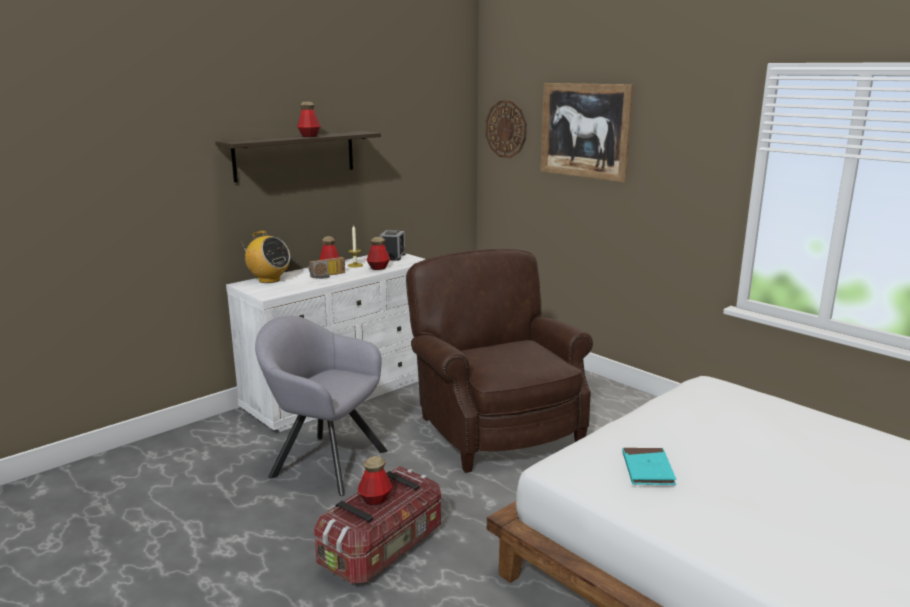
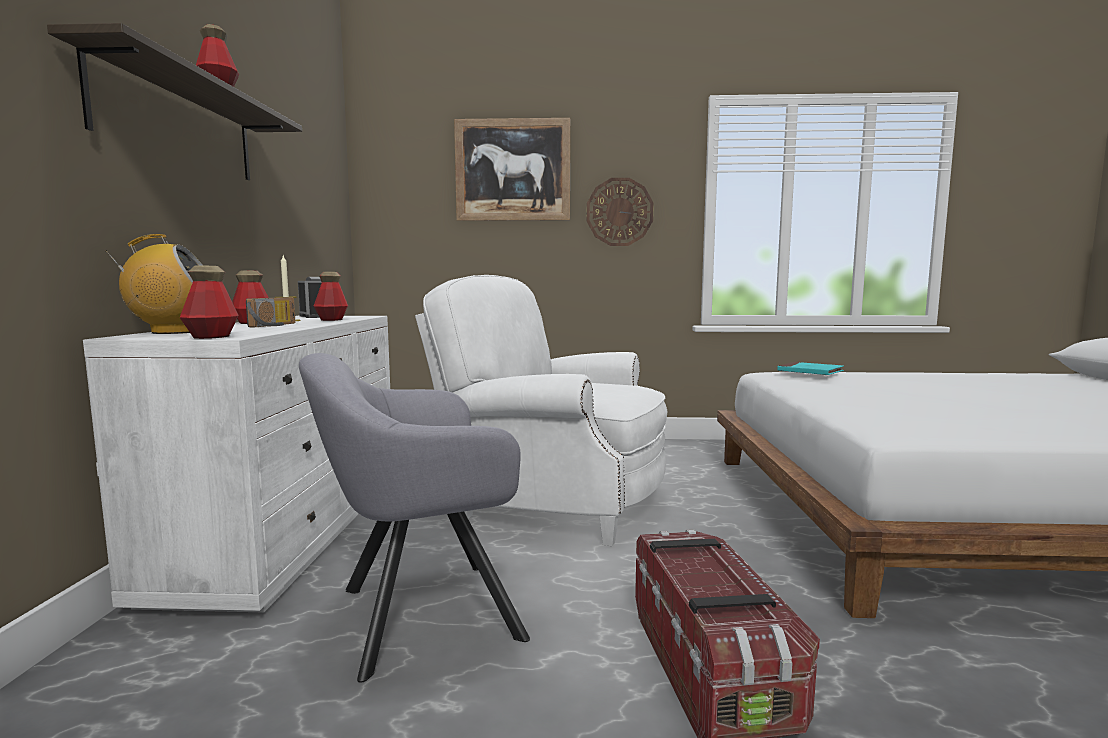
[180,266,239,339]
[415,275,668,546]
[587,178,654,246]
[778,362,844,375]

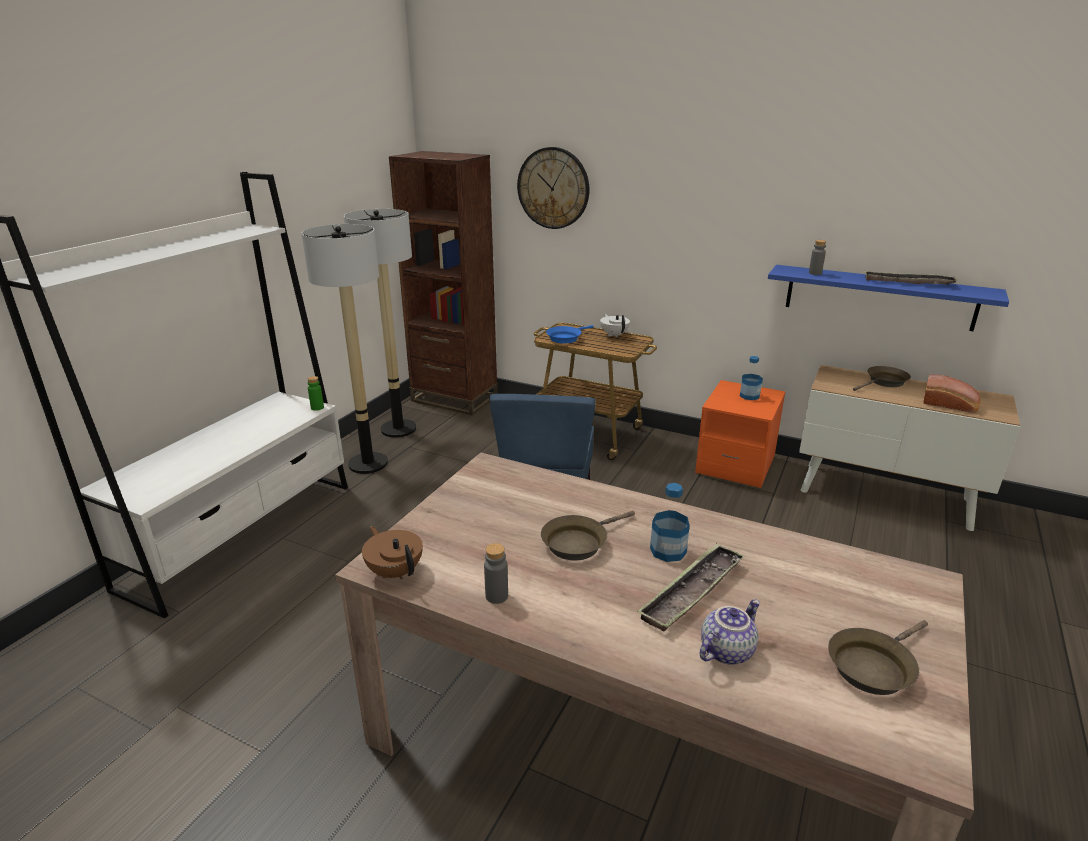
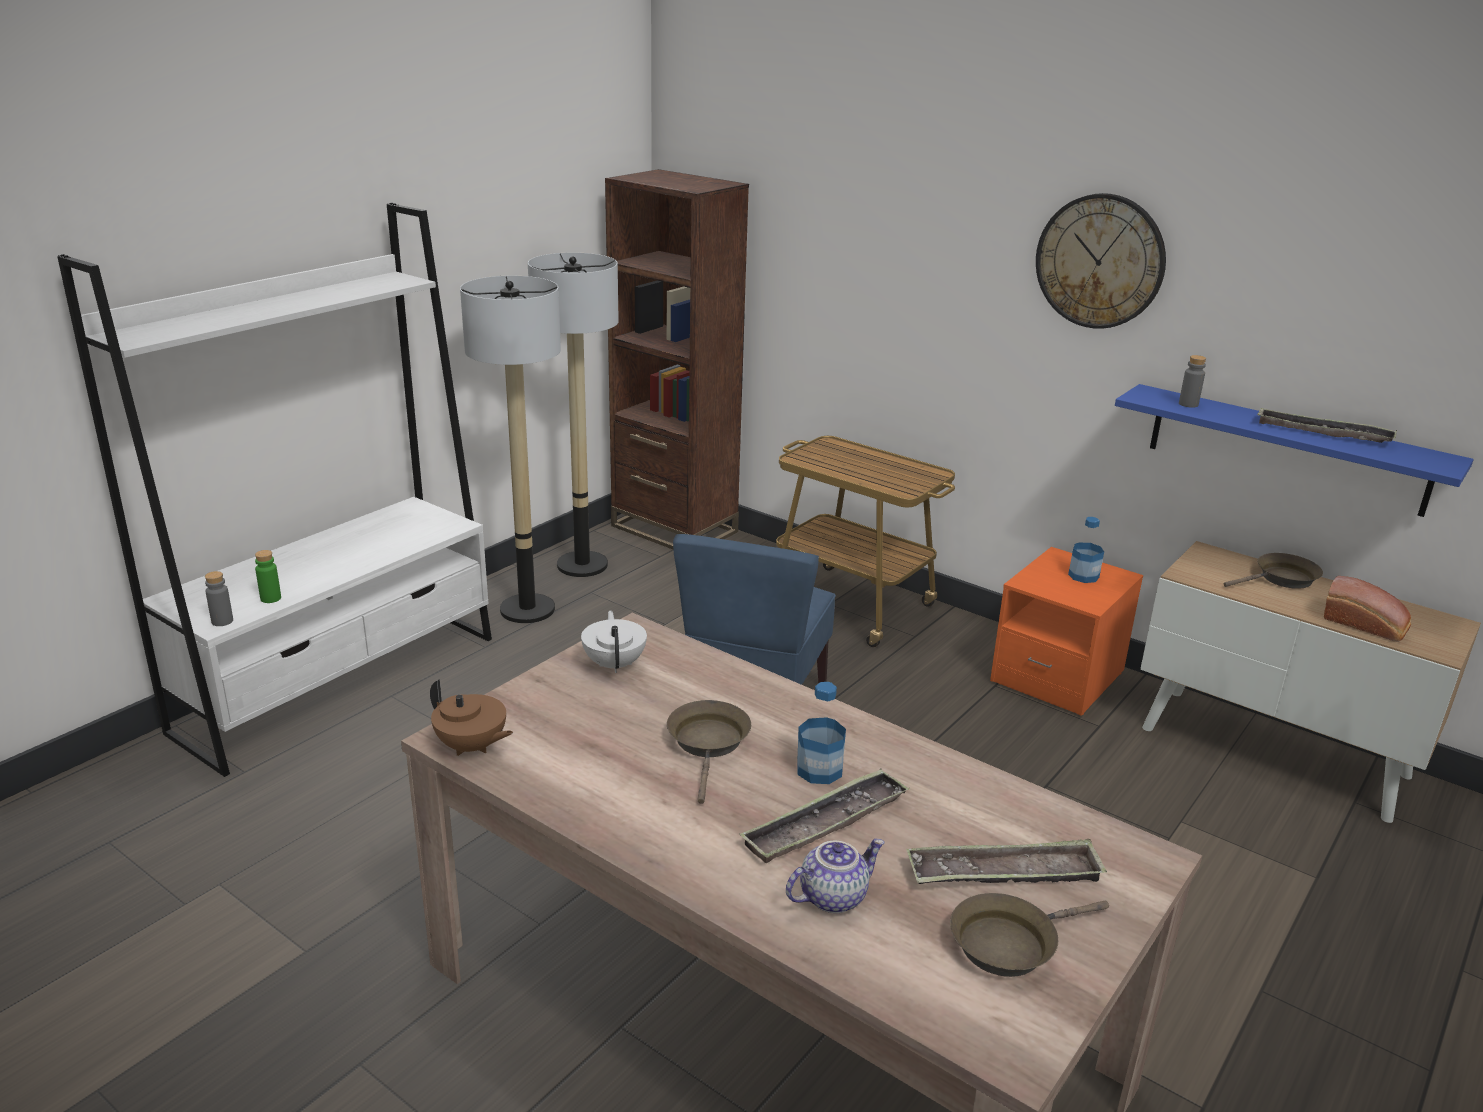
[205,571,233,626]
[255,550,281,603]
[430,679,513,756]
[581,611,647,673]
[667,700,751,804]
[906,839,1107,884]
[1036,193,1166,329]
[546,325,594,344] (first image)

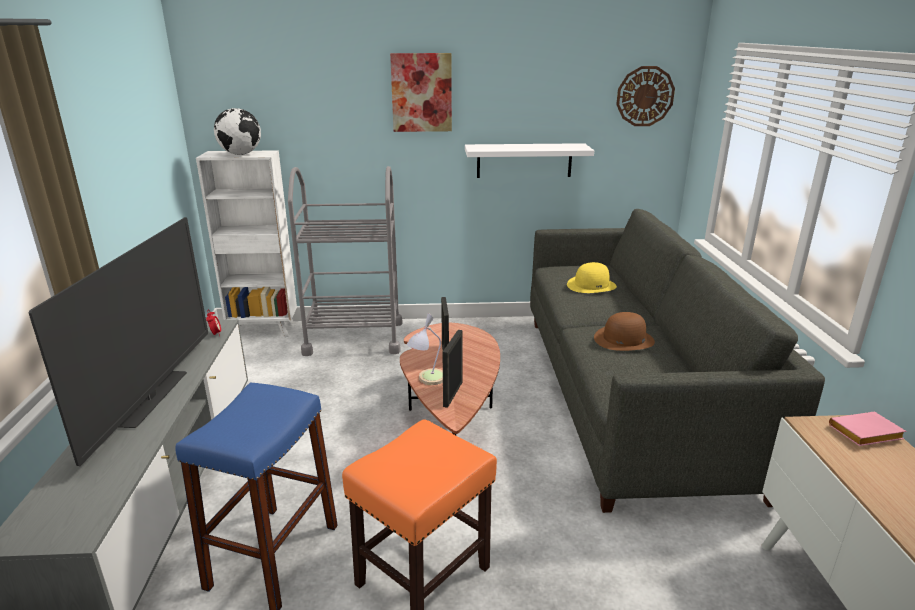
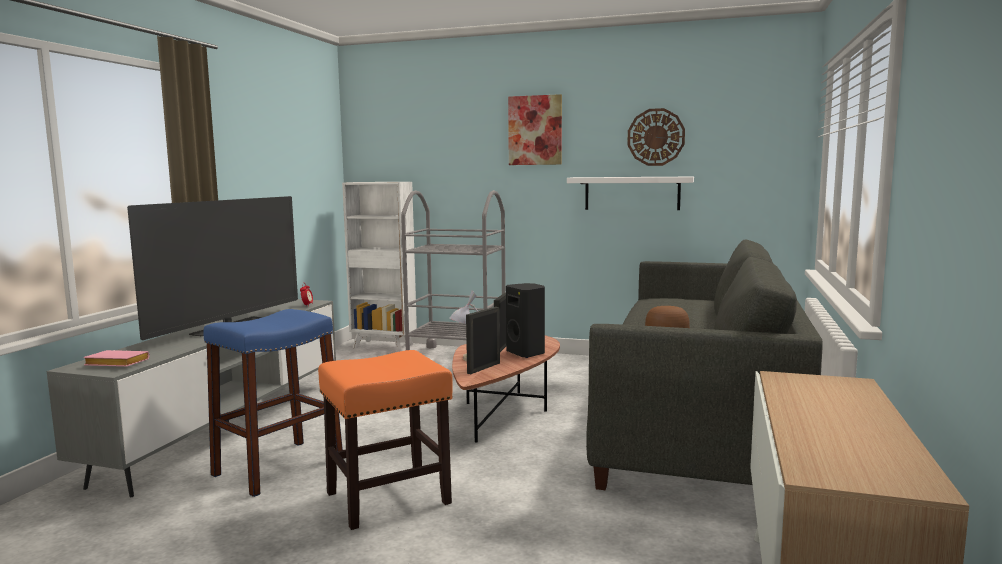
[83,350,149,367]
[506,283,545,358]
[627,108,685,166]
[214,108,261,155] (first image)
[567,262,617,293] (first image)

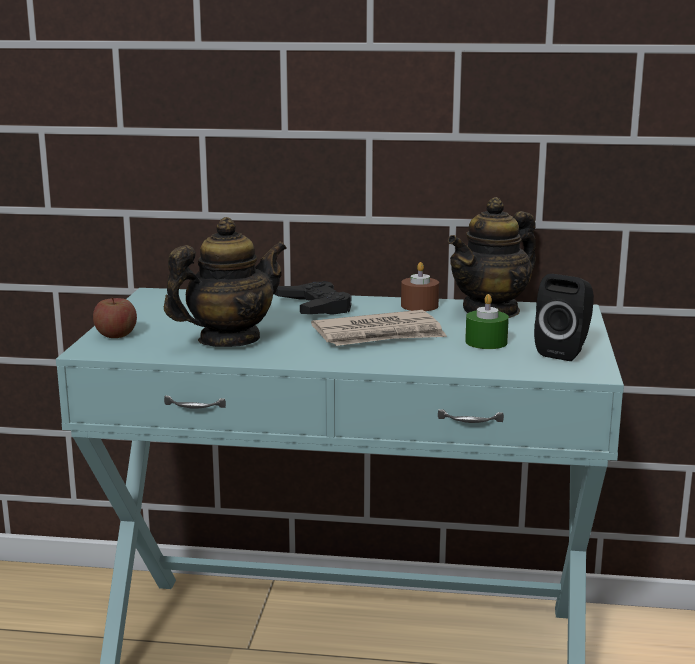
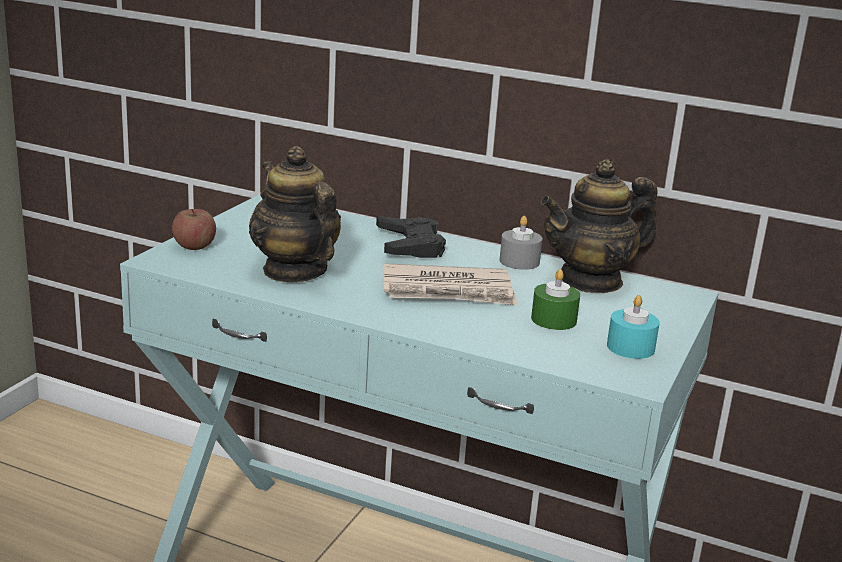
[249,146,341,282]
[499,216,542,270]
[607,295,660,359]

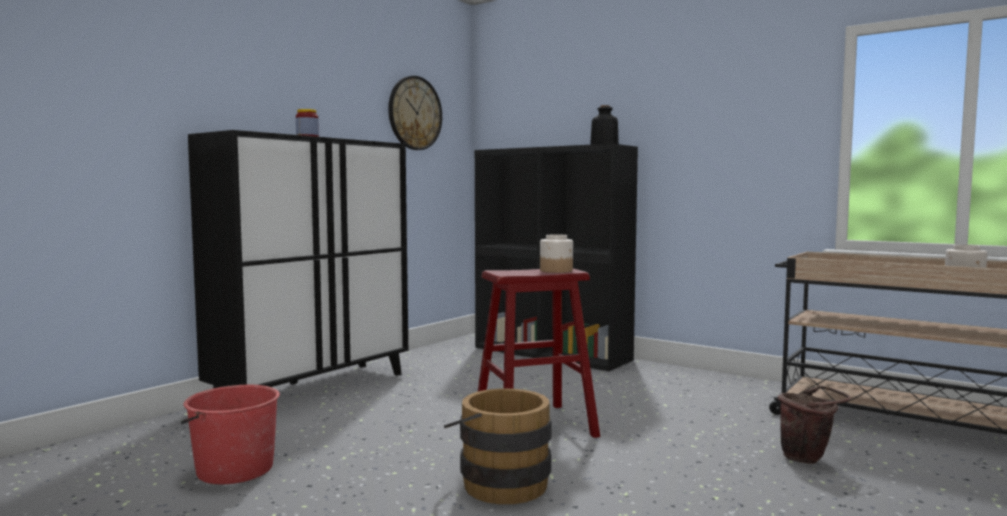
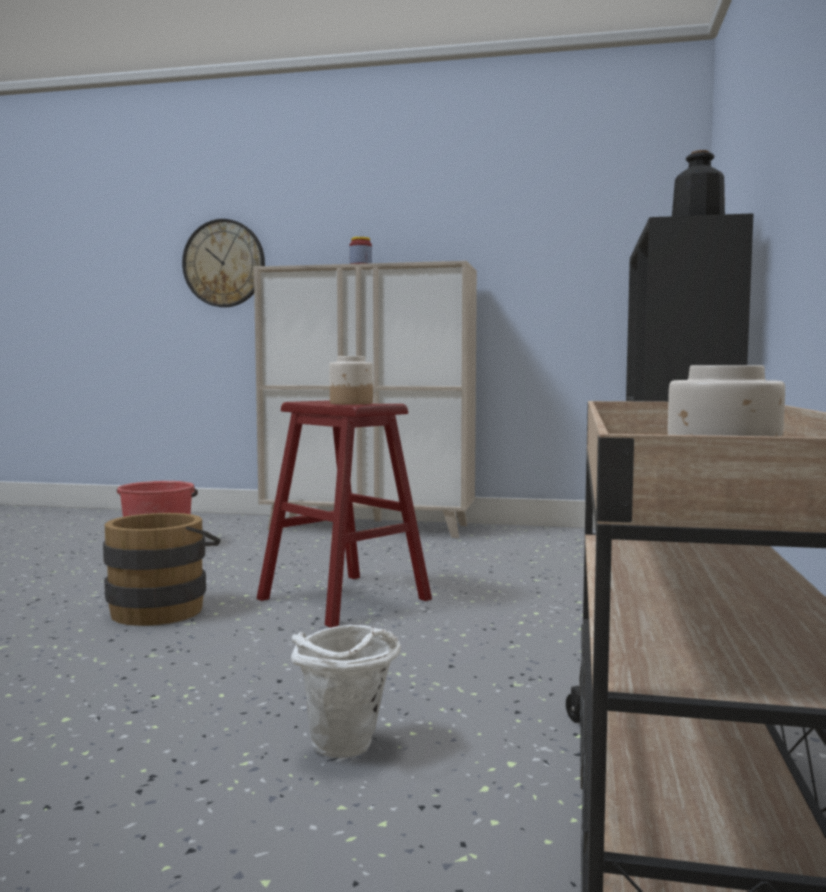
[182,219,265,307]
[254,261,477,538]
[291,625,401,758]

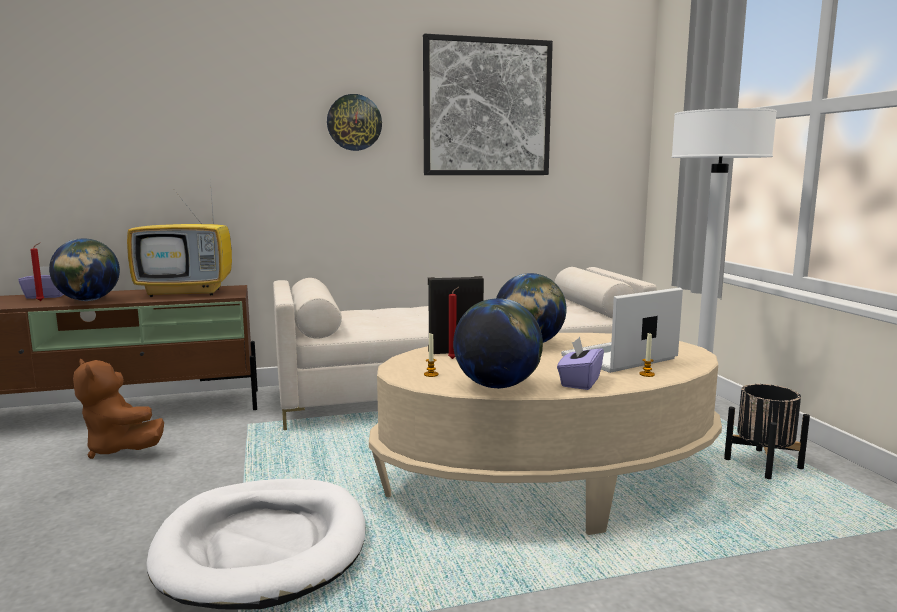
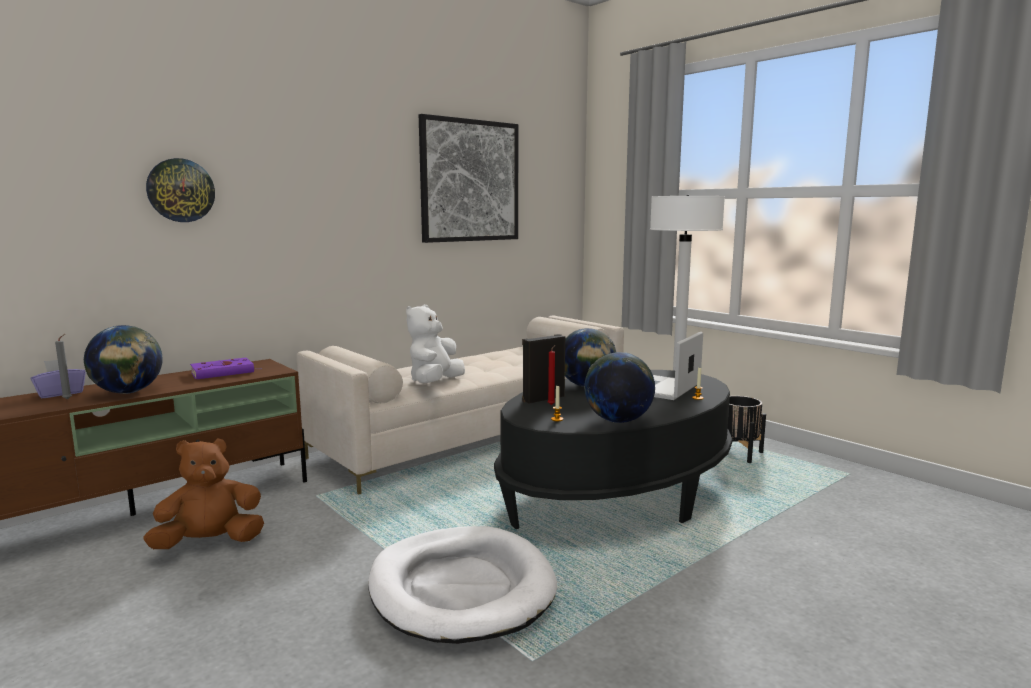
[55,334,72,400]
[143,438,264,549]
[146,158,215,222]
[190,358,262,380]
[406,304,465,383]
[494,370,732,529]
[557,337,604,390] (first image)

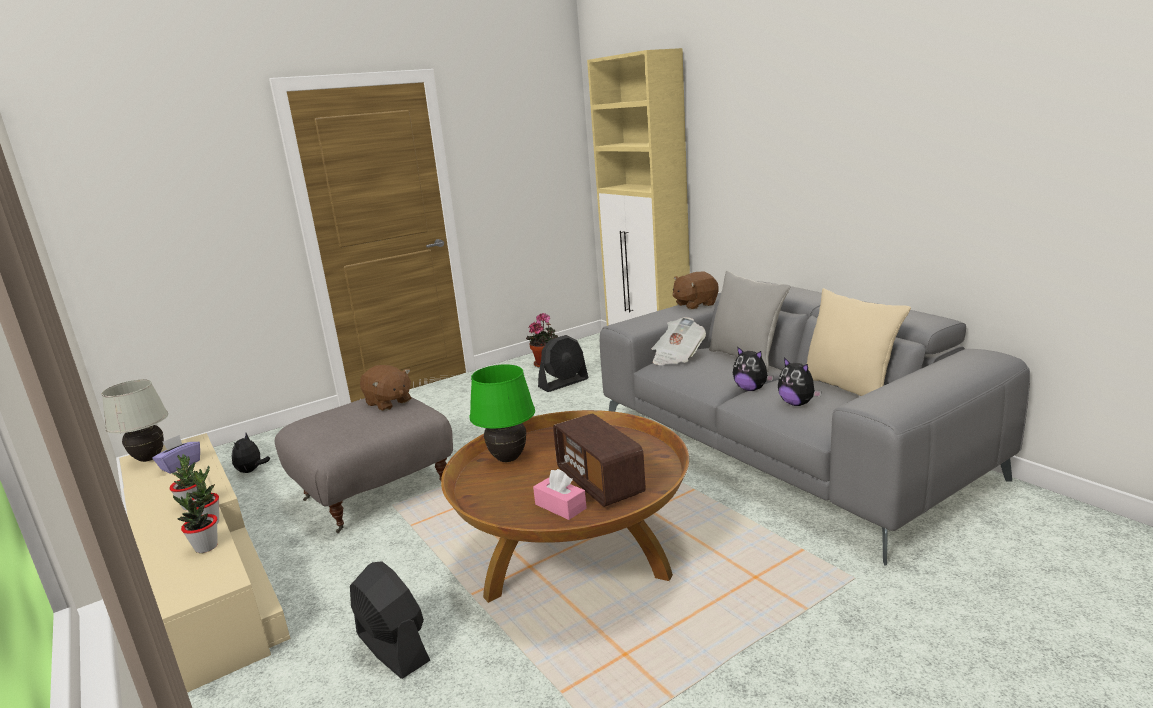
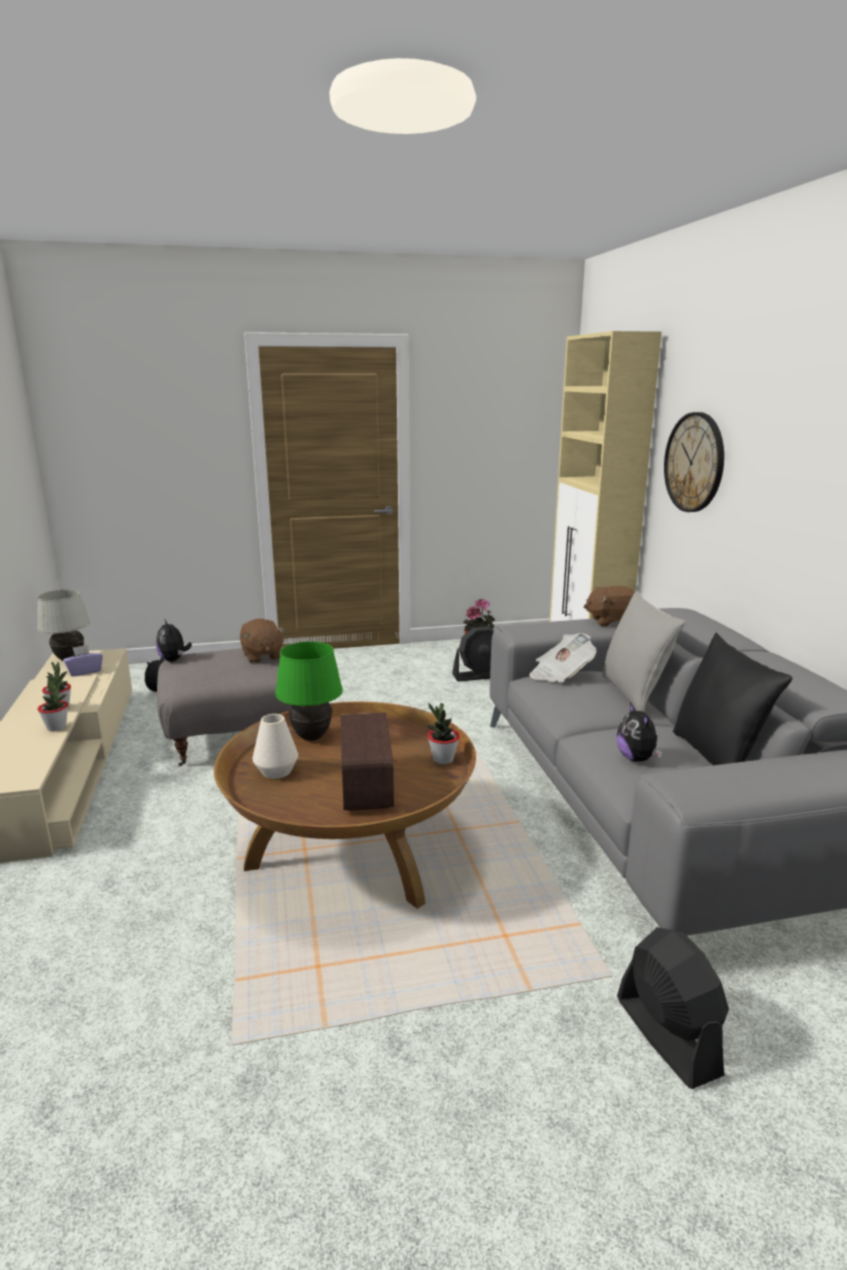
[156,620,192,662]
[253,714,298,779]
[427,703,460,764]
[617,927,729,1089]
[664,412,724,512]
[673,633,792,765]
[533,469,587,520] (first image)

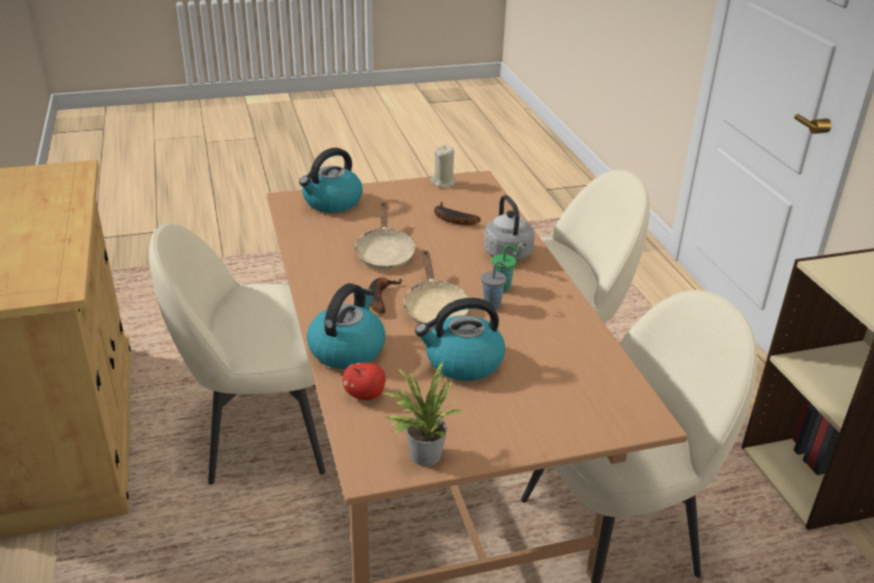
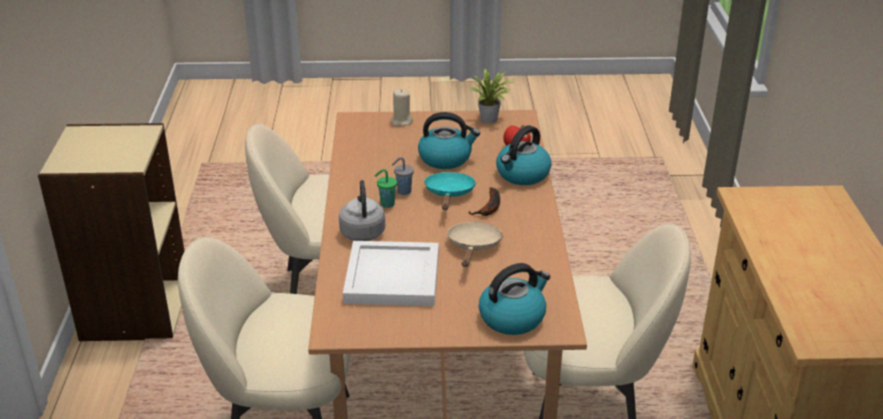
[343,241,439,306]
[391,89,413,126]
[424,172,476,210]

